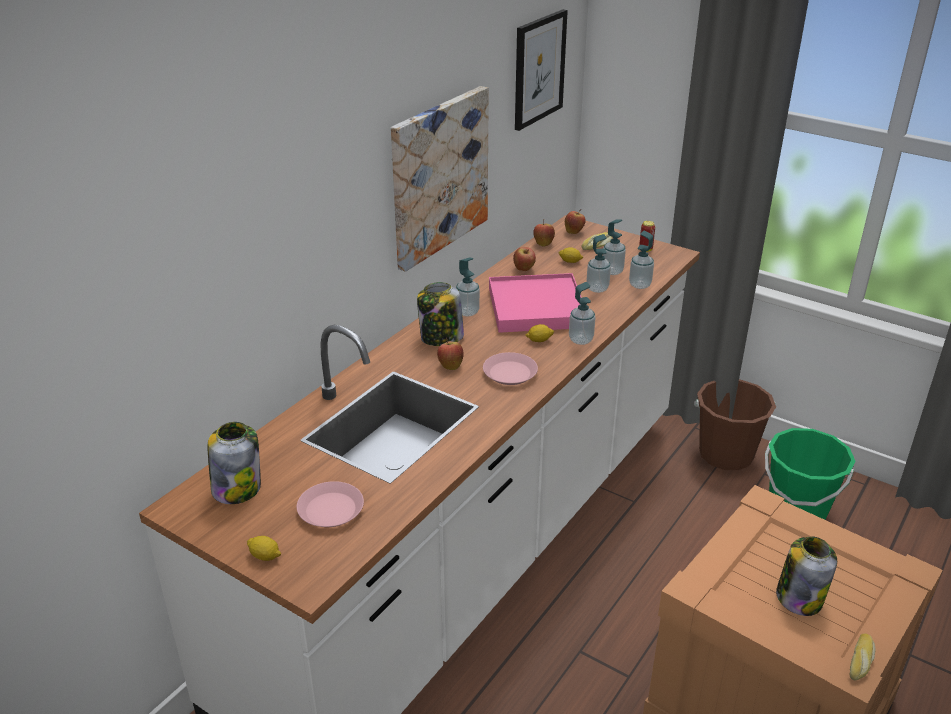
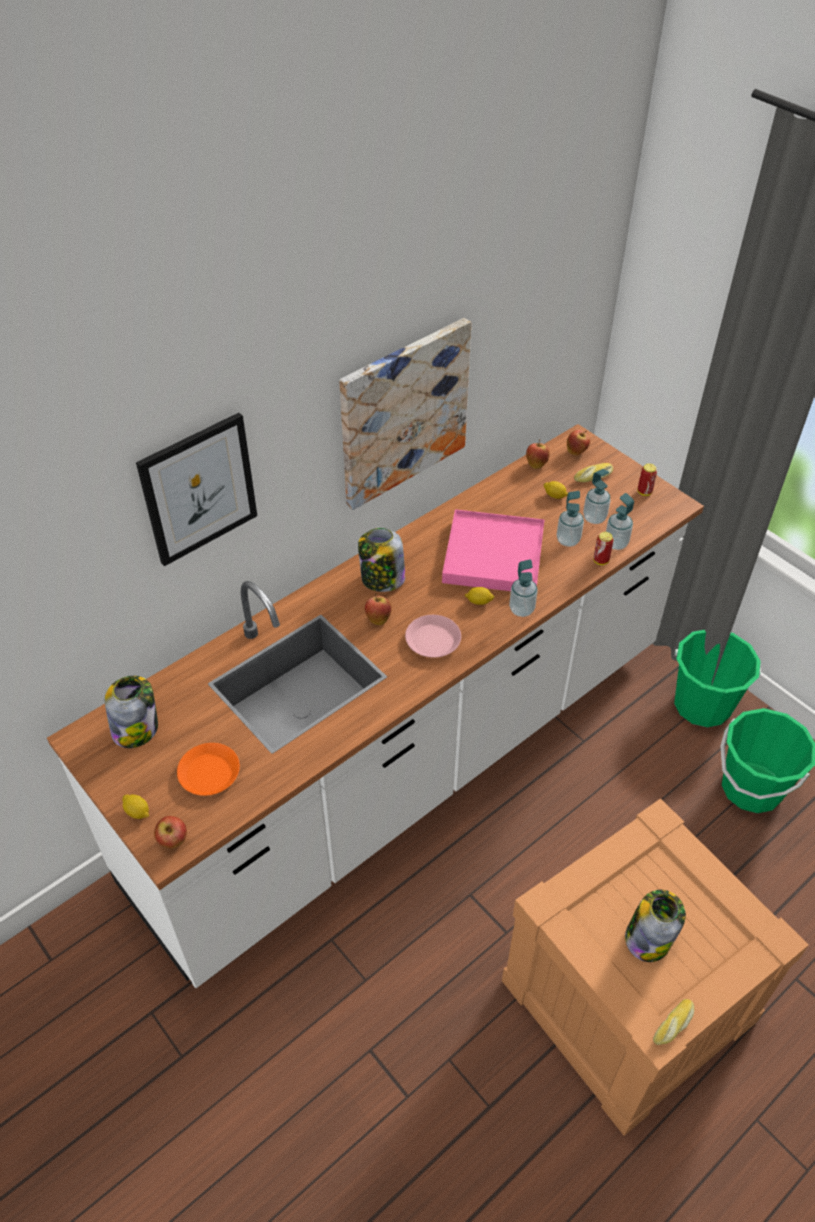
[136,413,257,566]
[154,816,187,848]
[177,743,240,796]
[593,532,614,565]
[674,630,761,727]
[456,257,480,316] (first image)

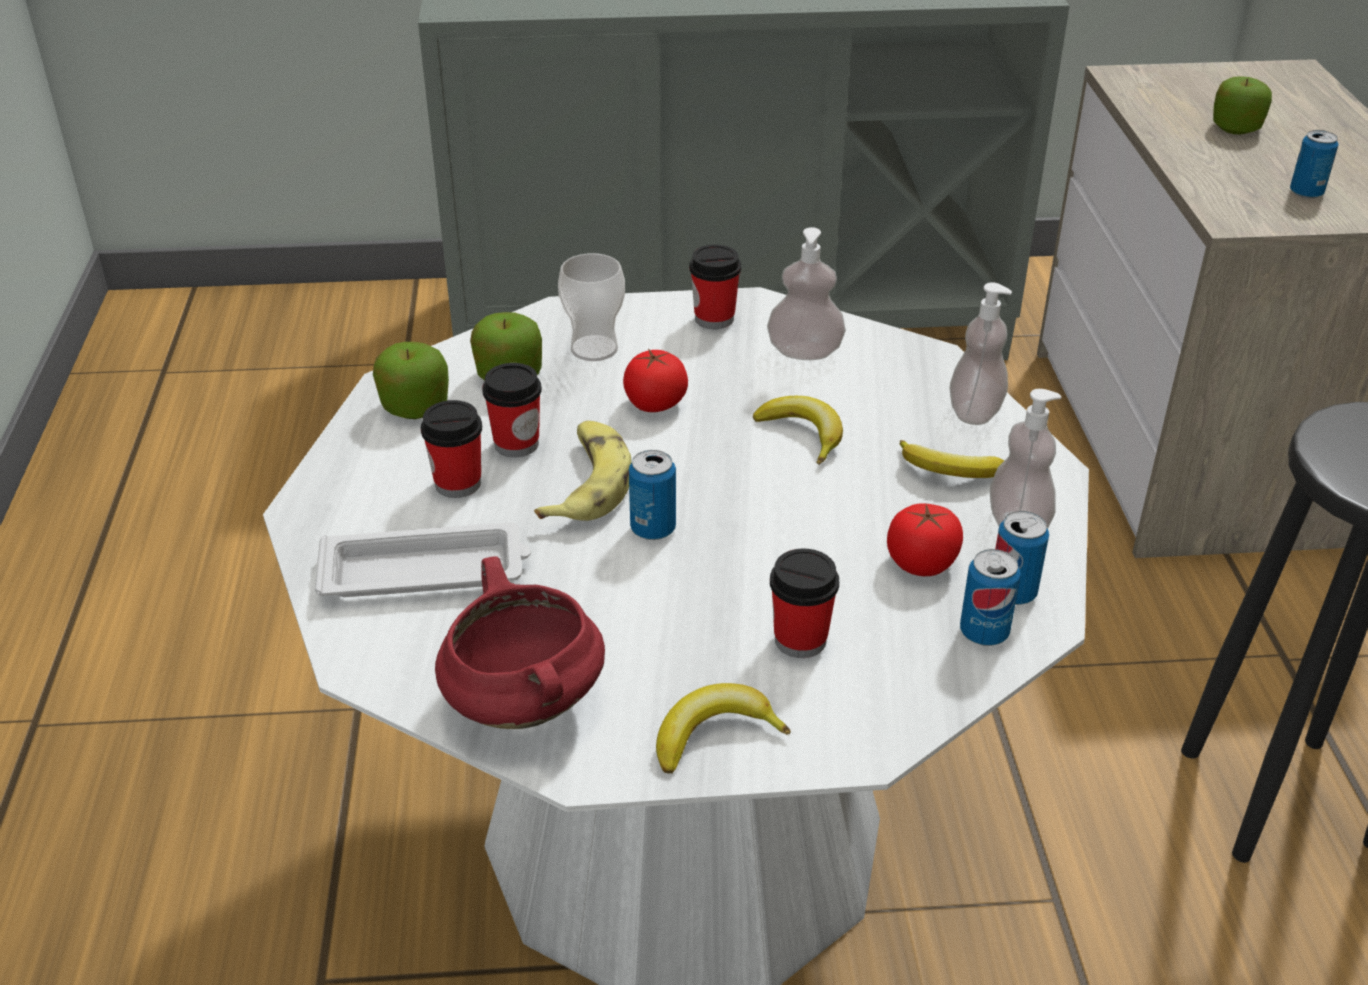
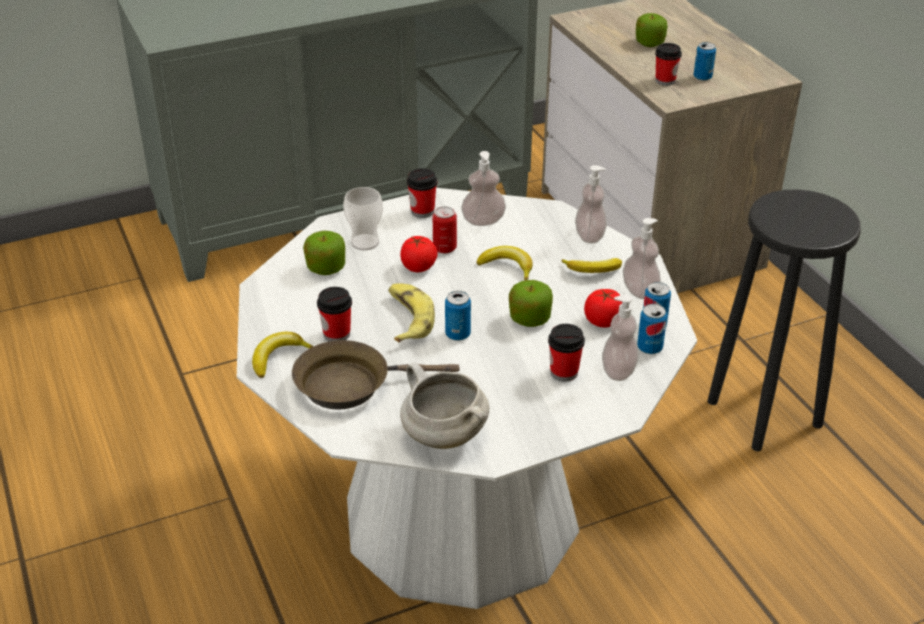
[252,332,314,378]
[292,340,459,409]
[400,362,489,449]
[433,206,457,254]
[509,280,553,327]
[602,295,639,381]
[655,43,682,86]

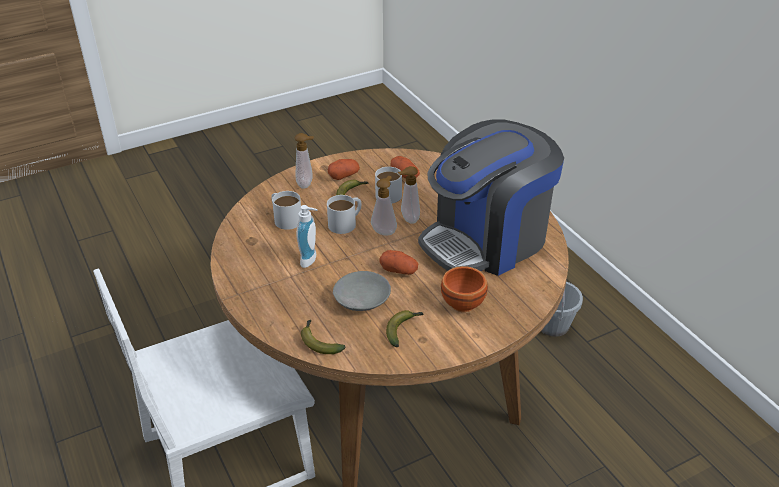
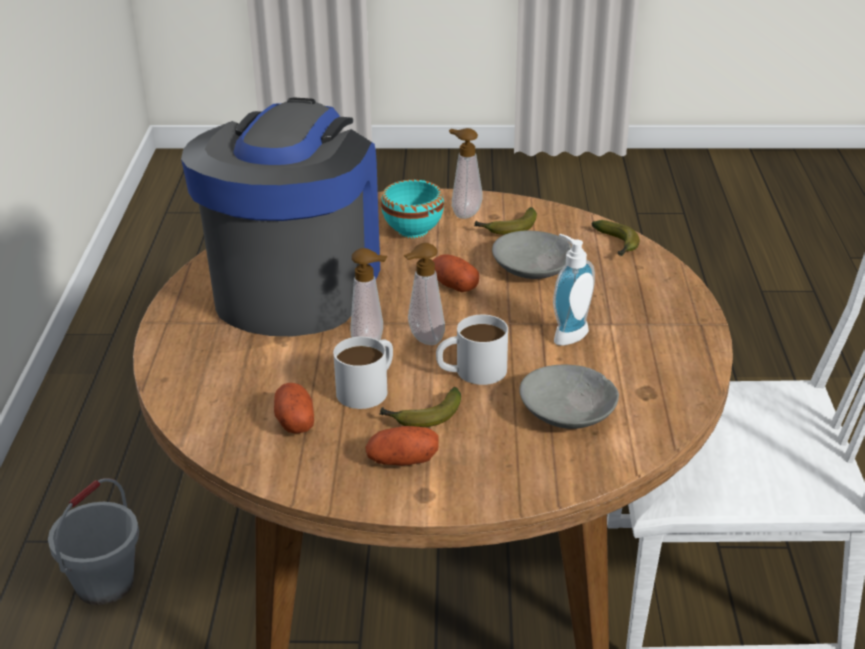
[181,97,380,336]
[381,180,444,239]
[449,128,483,219]
[519,364,619,429]

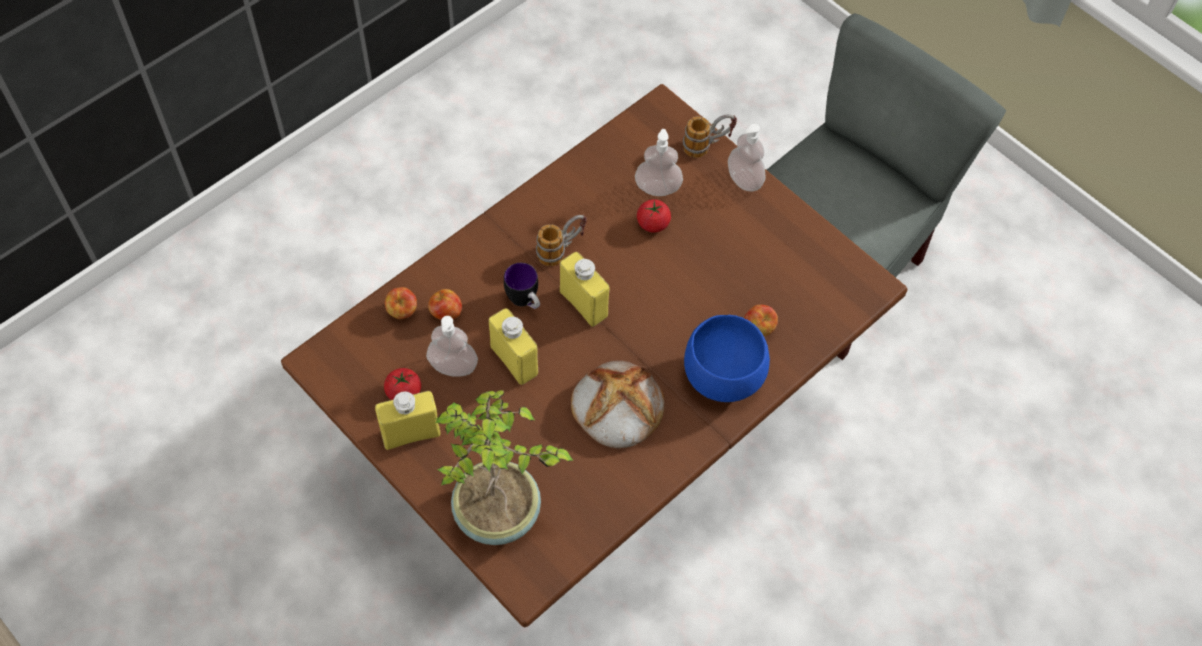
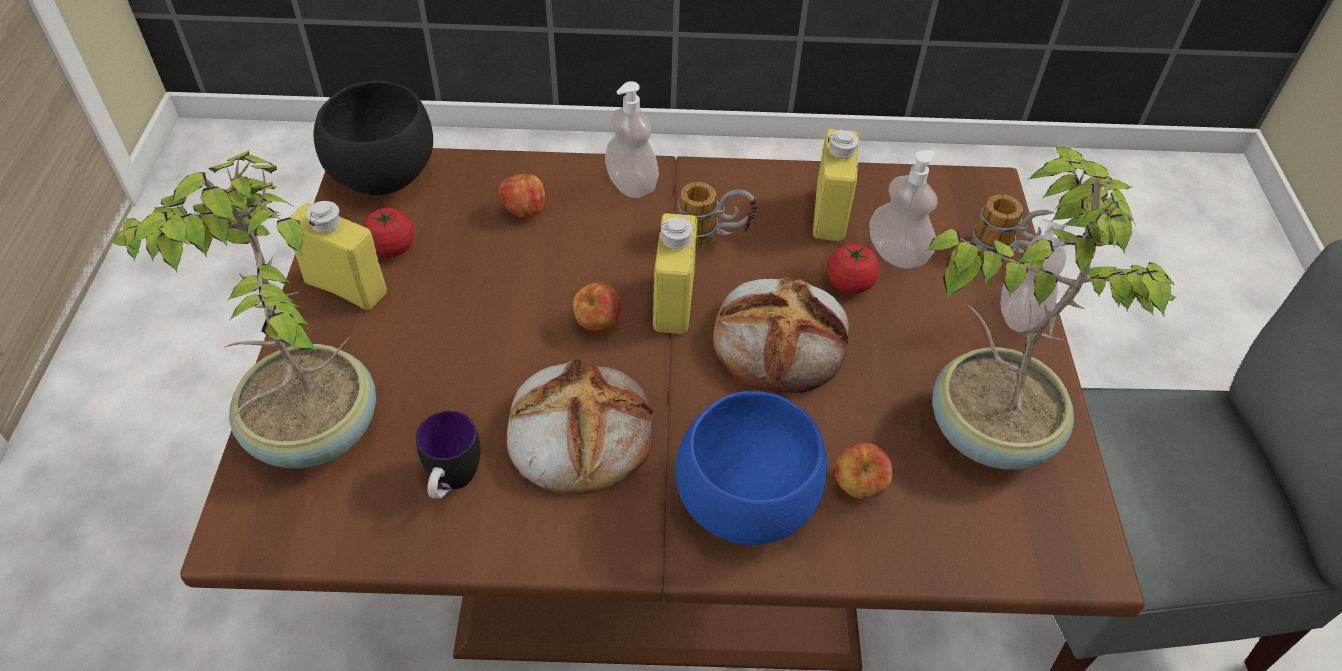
[313,81,433,195]
[416,411,481,499]
[573,282,621,331]
[605,81,659,198]
[713,277,850,393]
[813,129,859,241]
[925,146,1177,470]

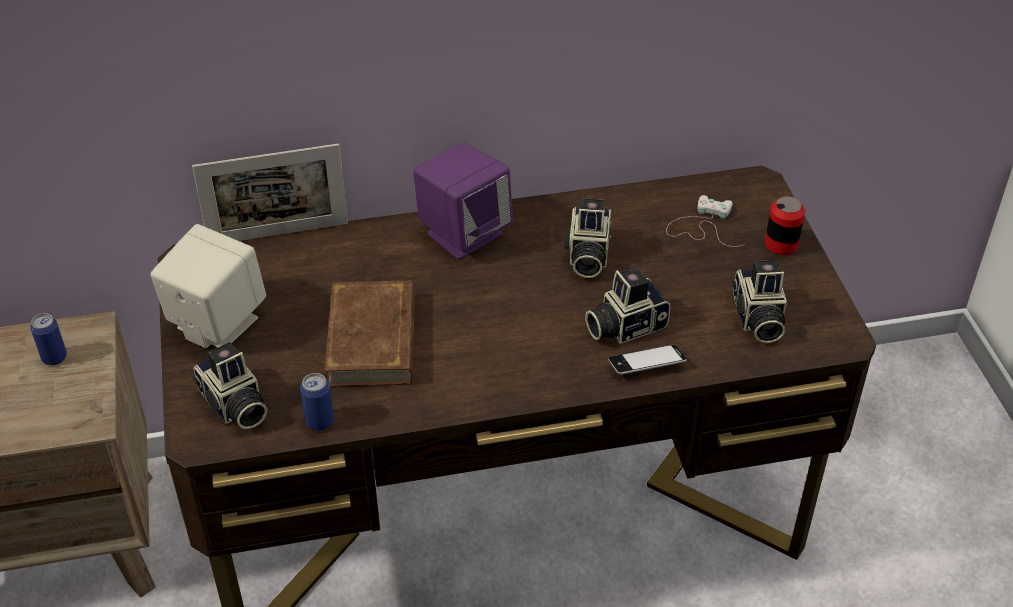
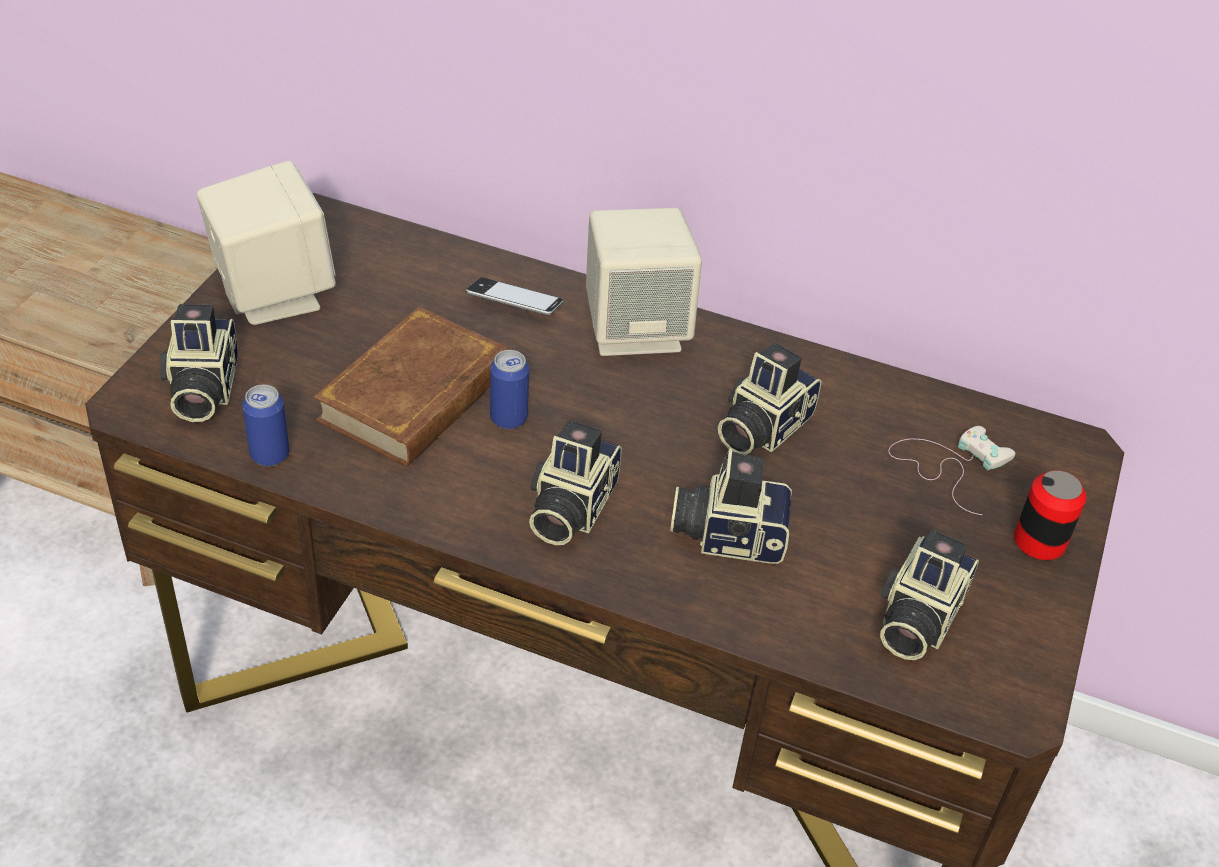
[466,277,564,315]
[490,350,529,429]
[529,420,622,545]
[586,208,702,356]
[192,143,348,241] (first image)

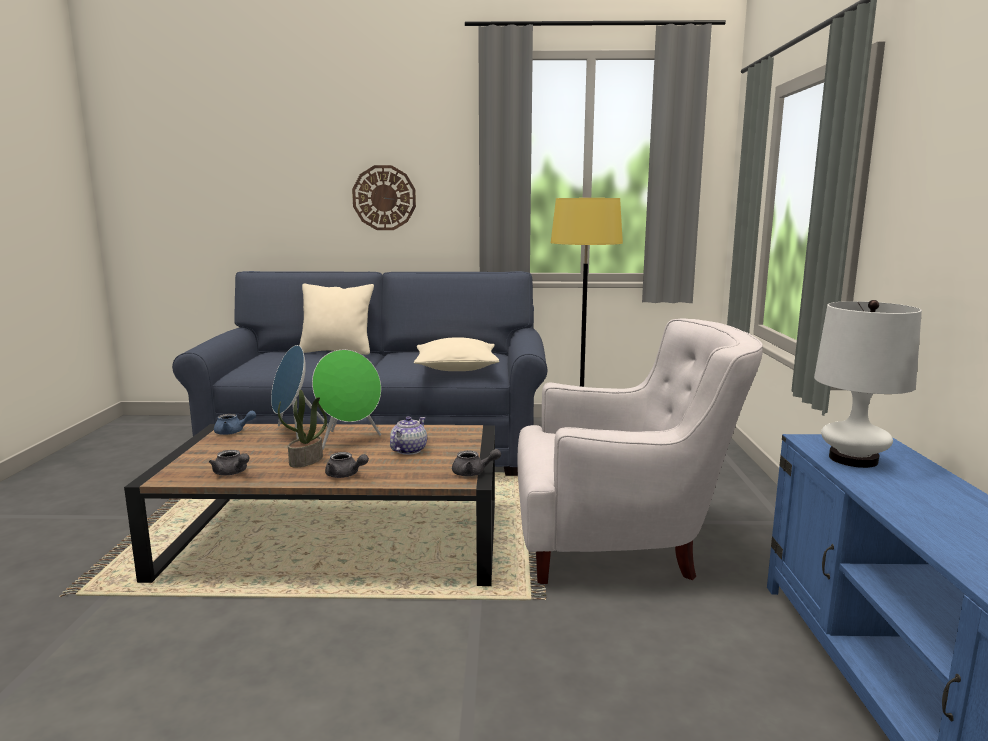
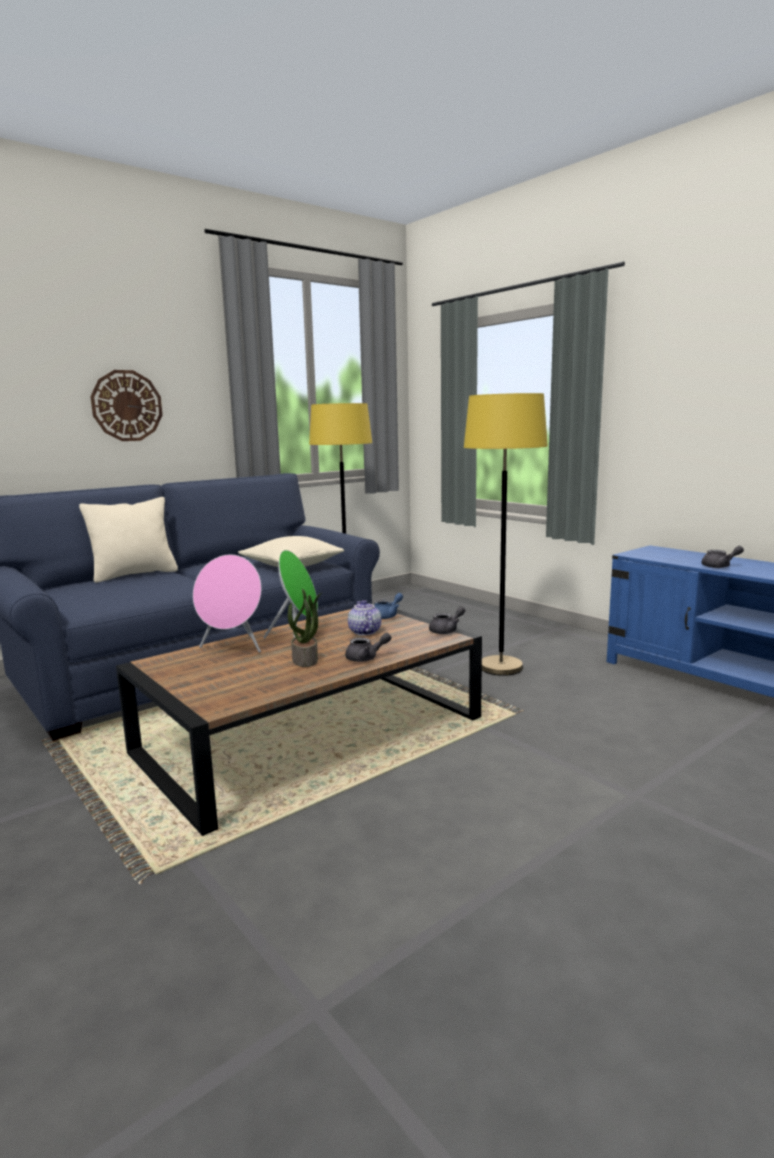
[193,555,261,653]
[375,593,403,619]
[464,393,548,676]
[702,546,744,568]
[814,300,922,468] (first image)

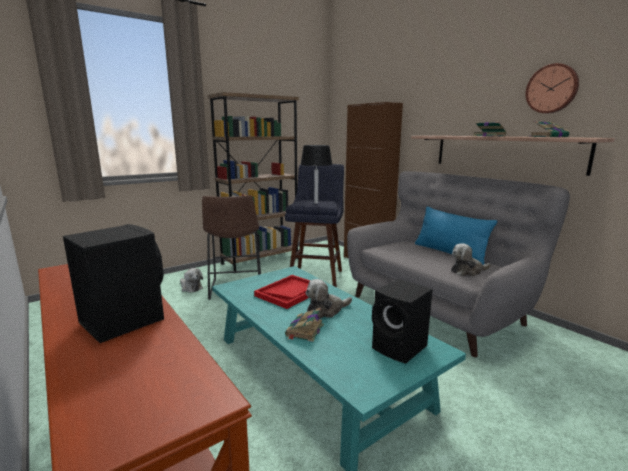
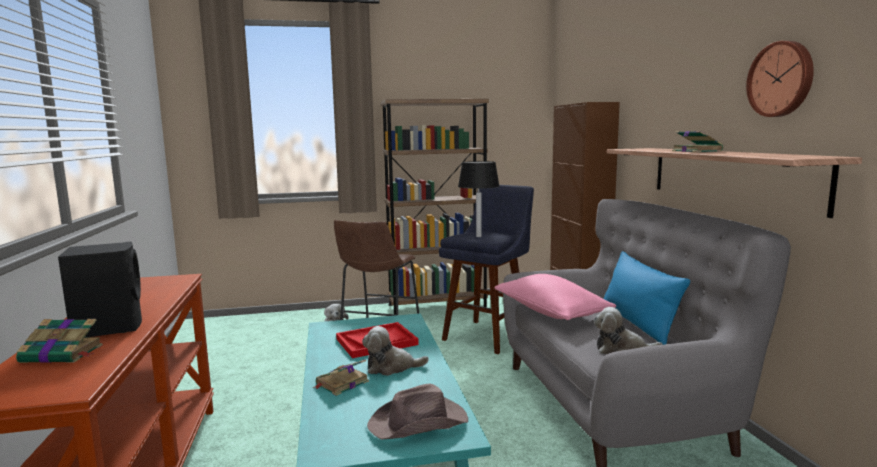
[16,319,103,363]
[367,384,468,440]
[495,274,616,320]

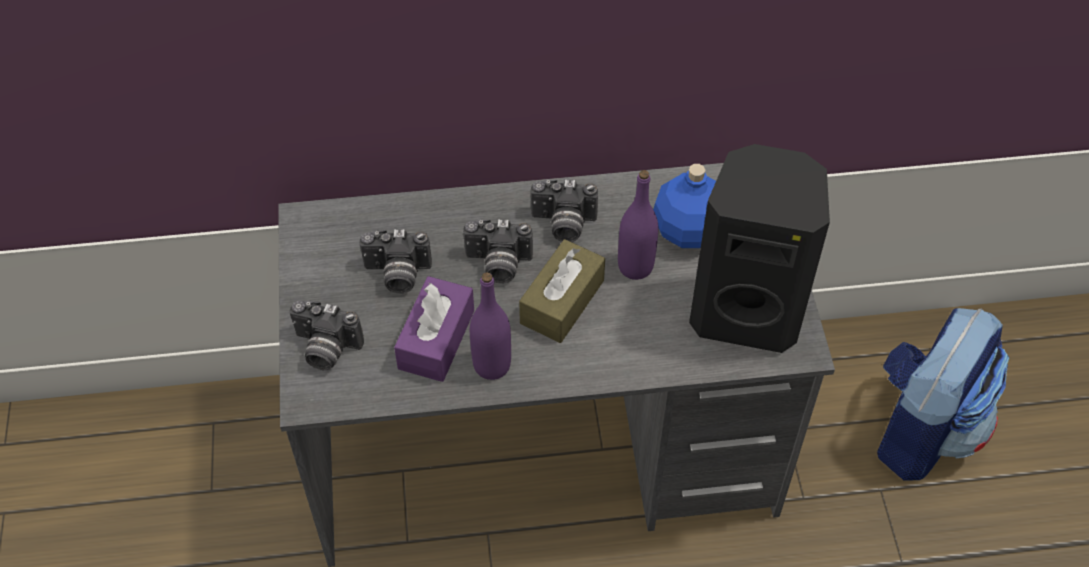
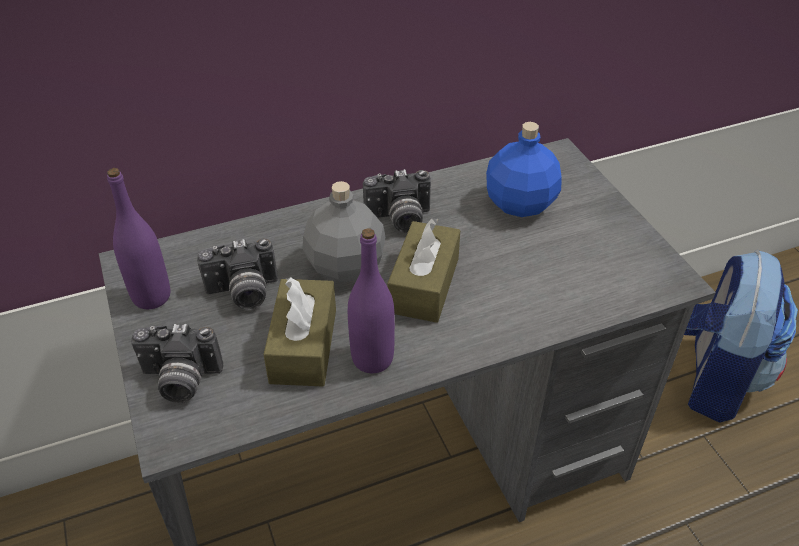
[107,168,170,309]
[263,277,336,387]
[303,181,385,282]
[689,144,830,353] (first image)

